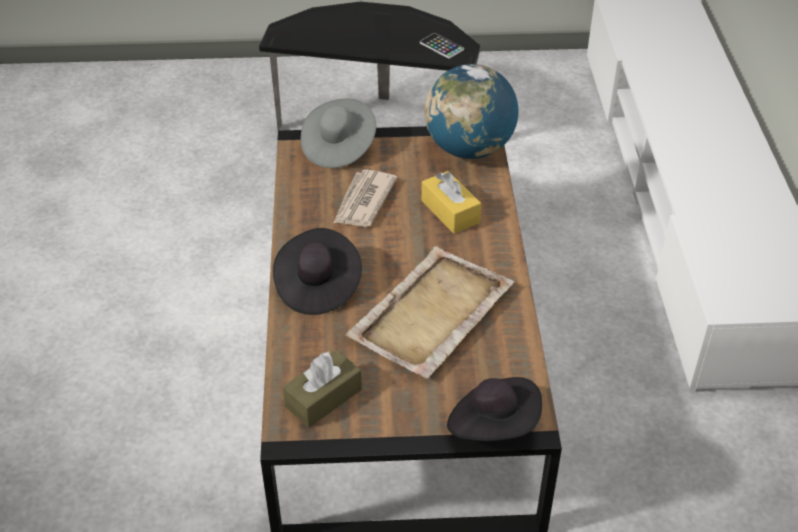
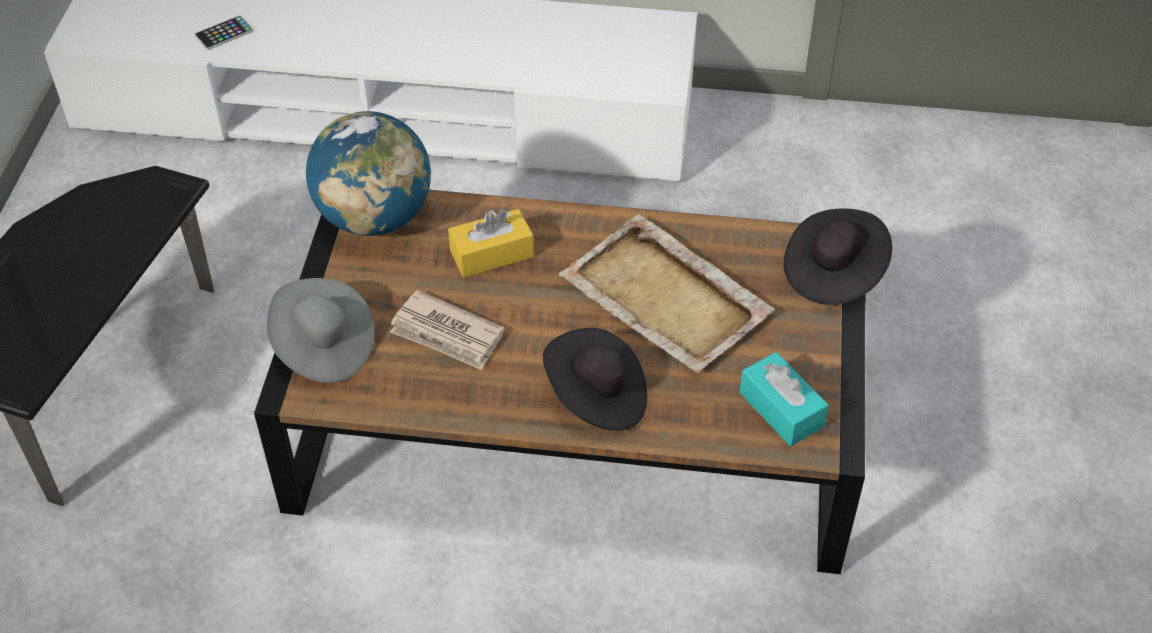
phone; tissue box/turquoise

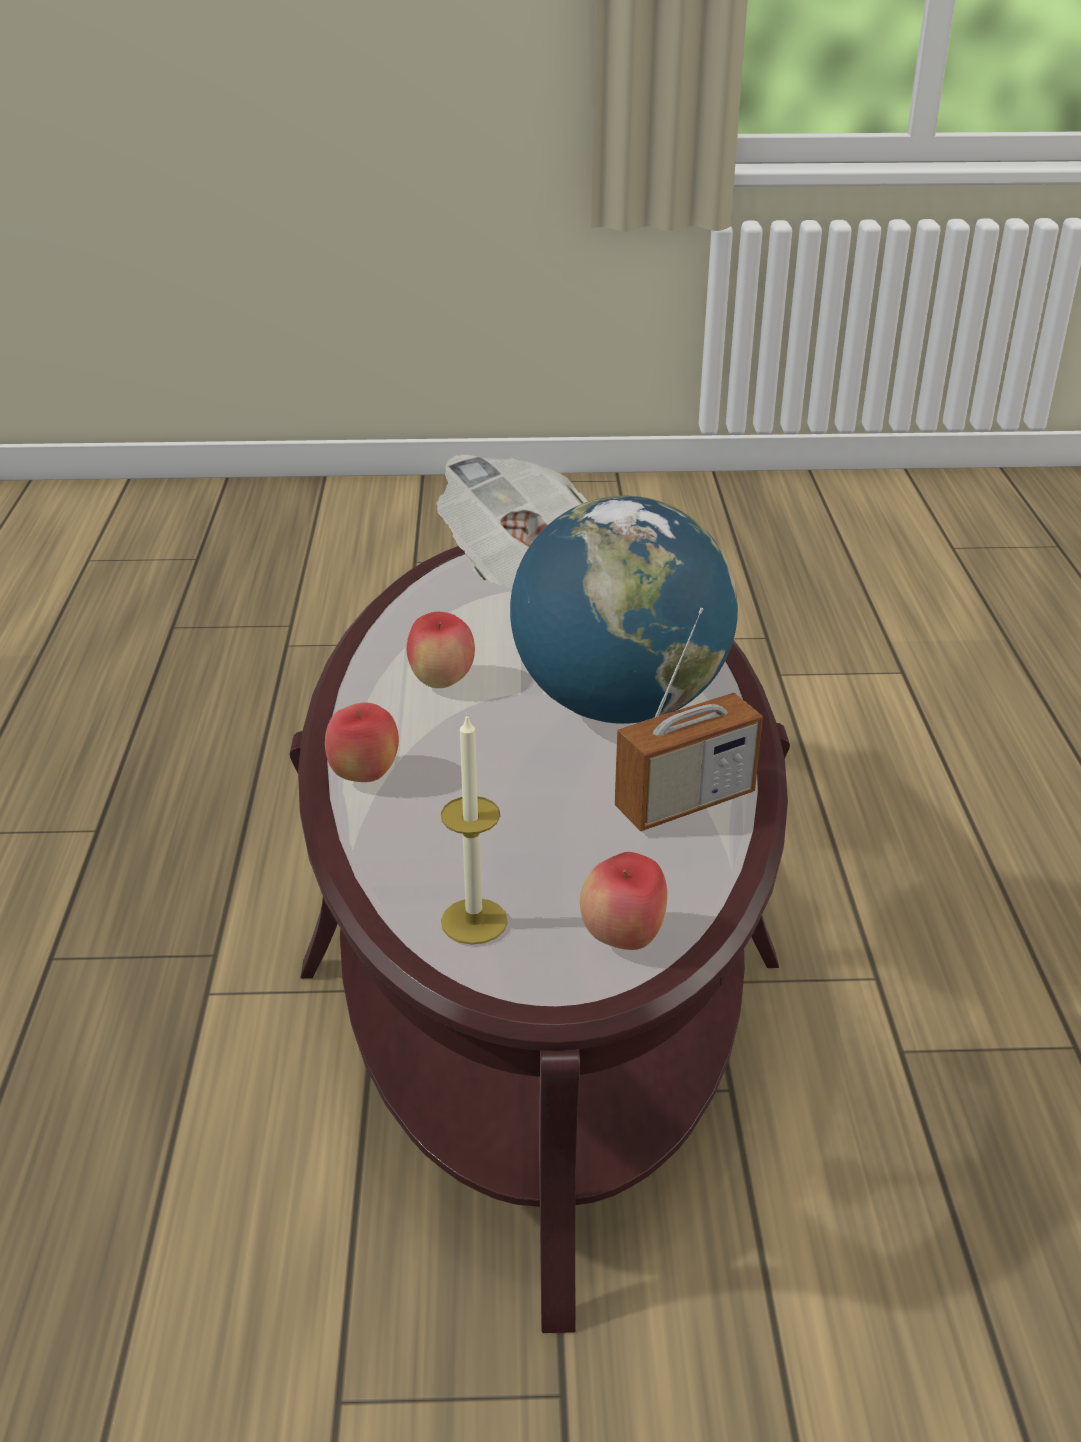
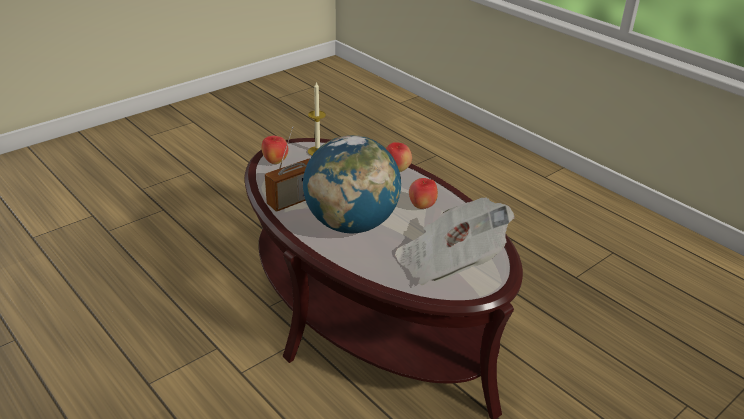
radio

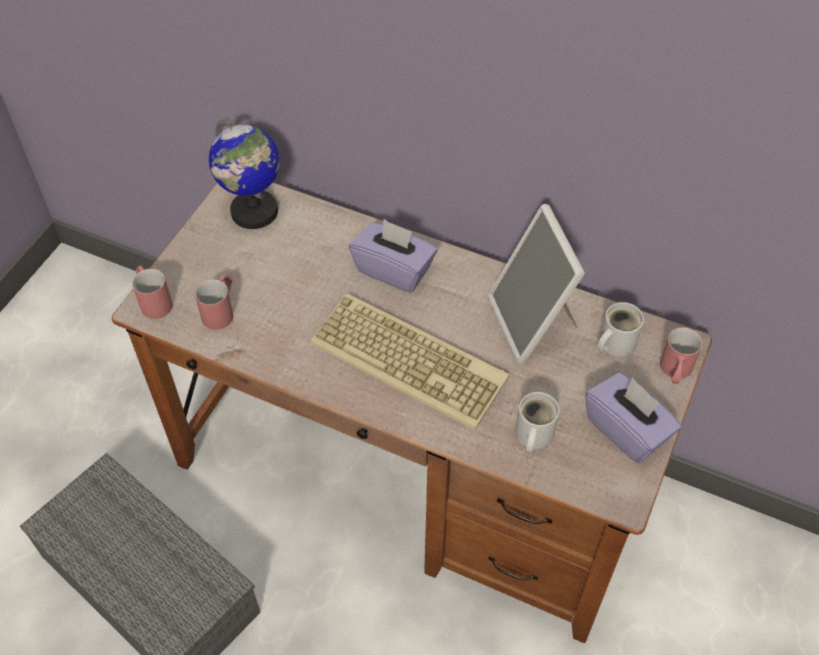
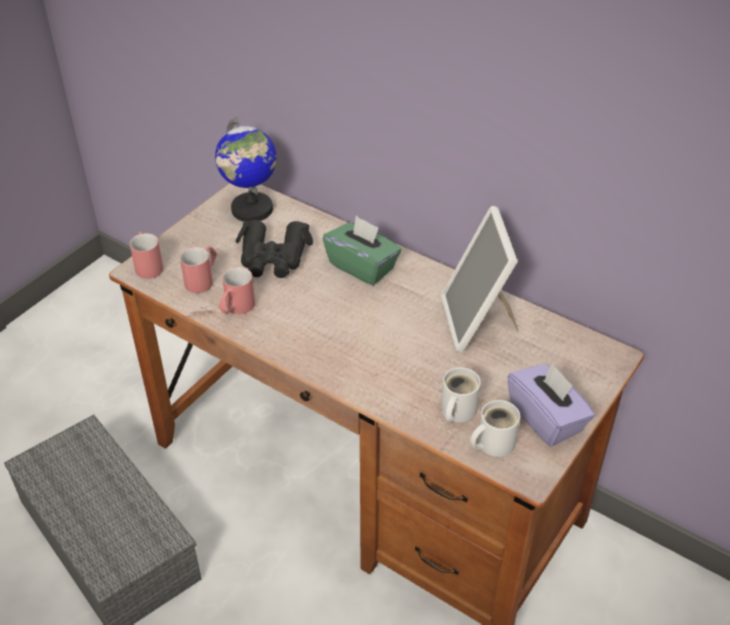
tissue box/green; keyboard; mug/white (2nd from left); mug/red (3rd from left); binoculars/black

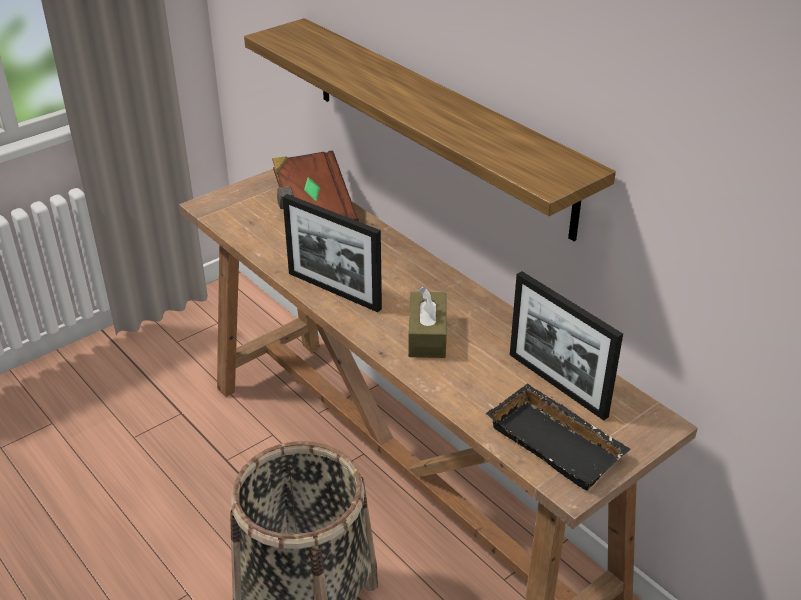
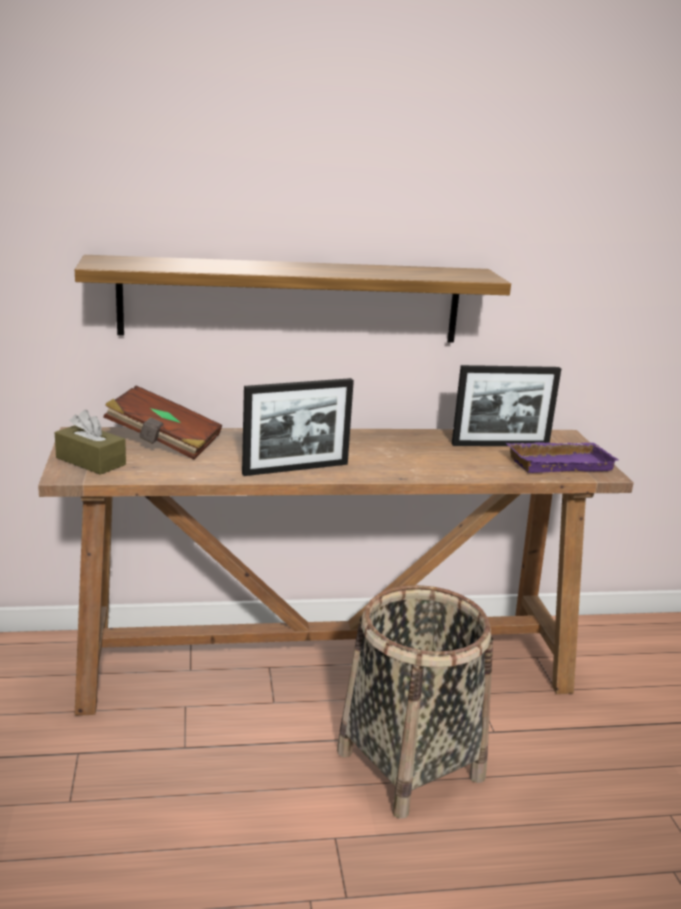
tissue box/brown; tray/purple

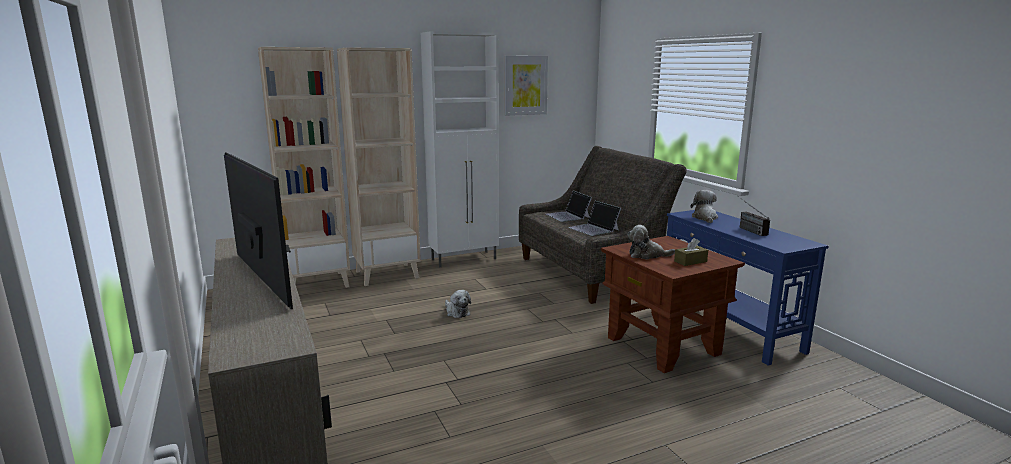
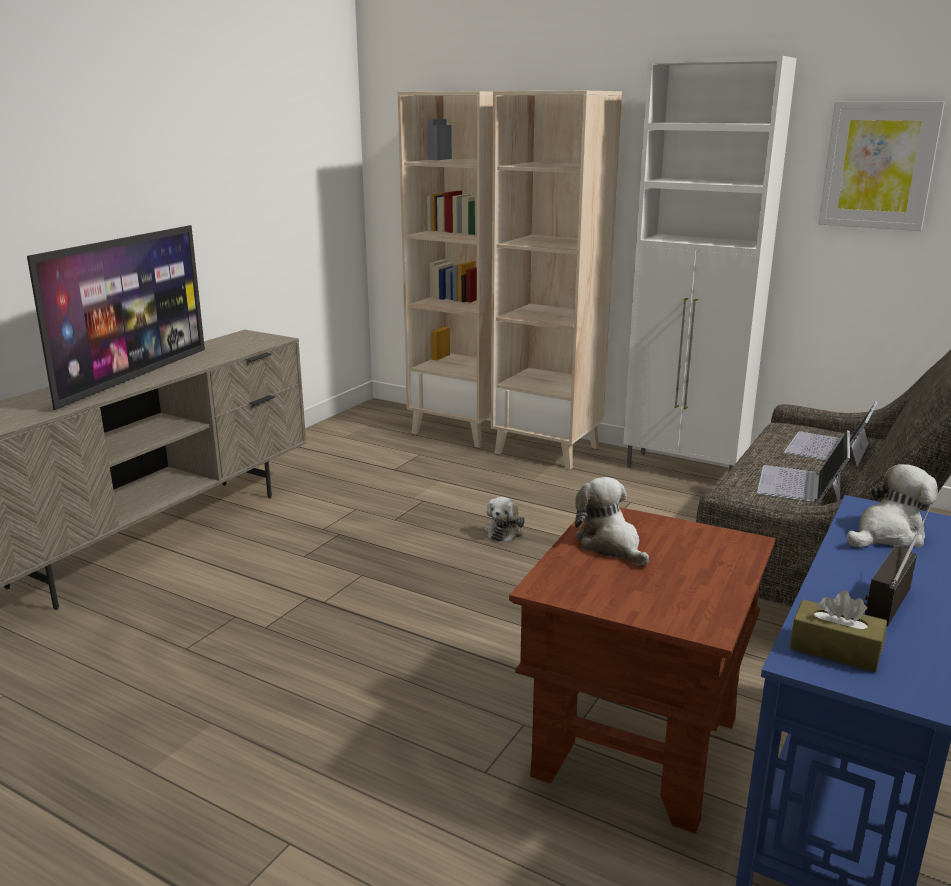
tissue box/brown

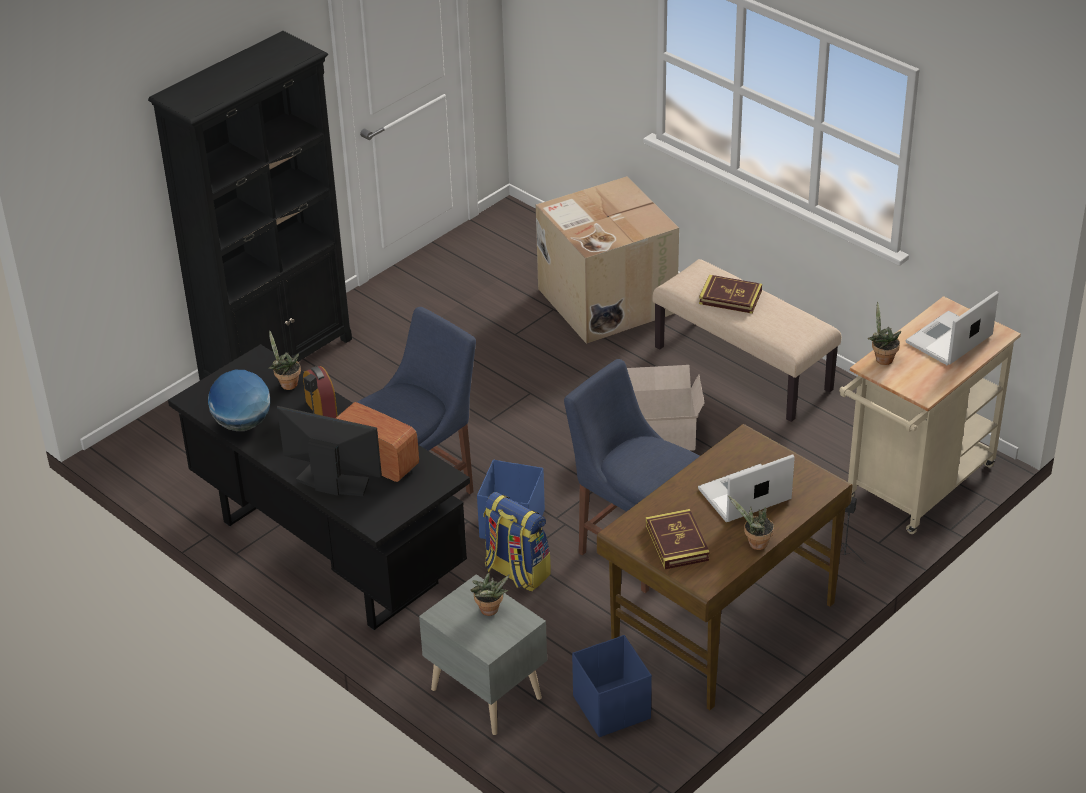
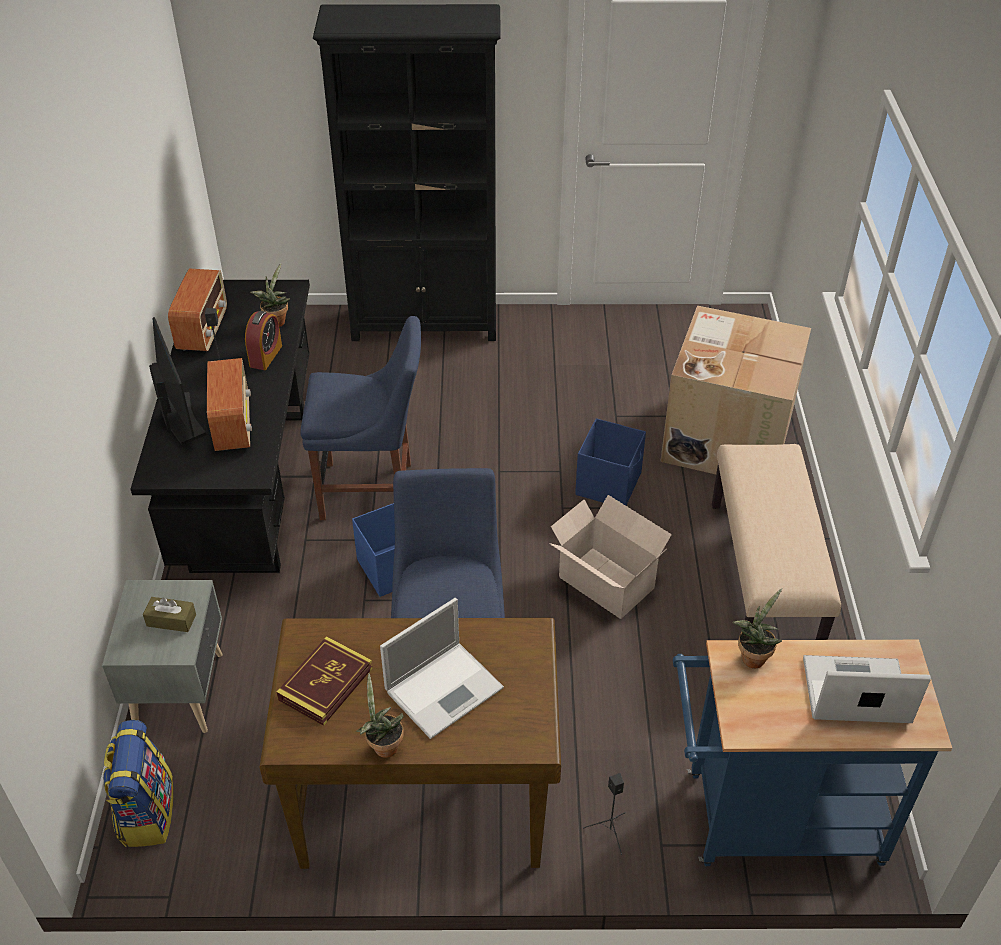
book (2nd from left in the first image); cart/blue; radio (1st from left); laptop (1st from left); backpack; tissue box/brown; storage box/blue (2nd from left)

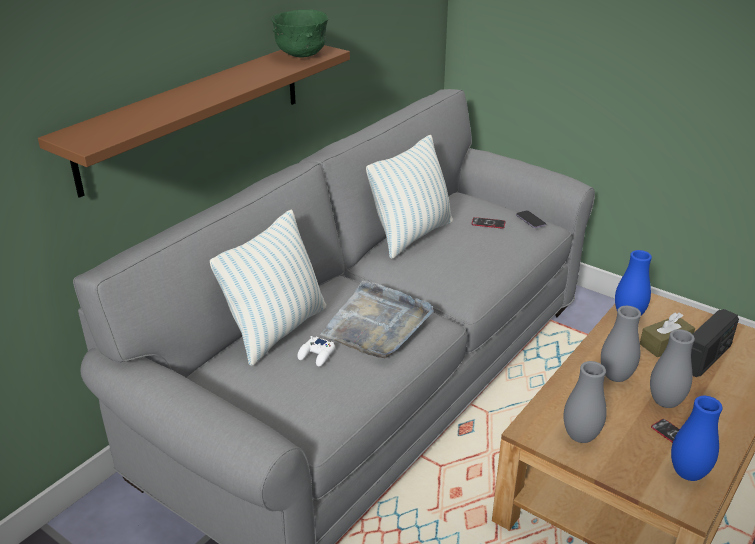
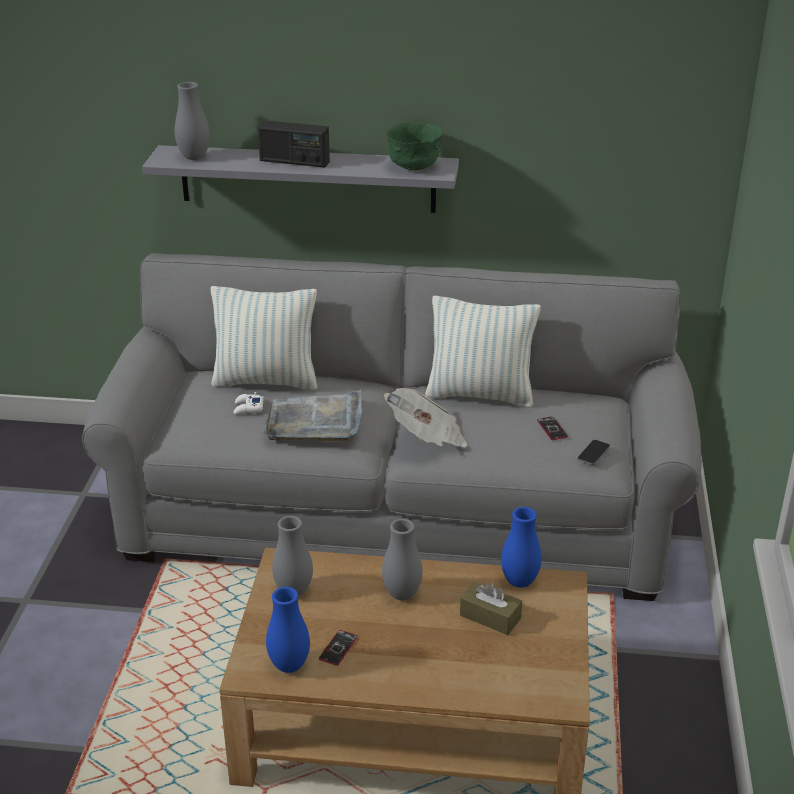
shelf/grey; radio; vase/grey (1st from left); newspaper

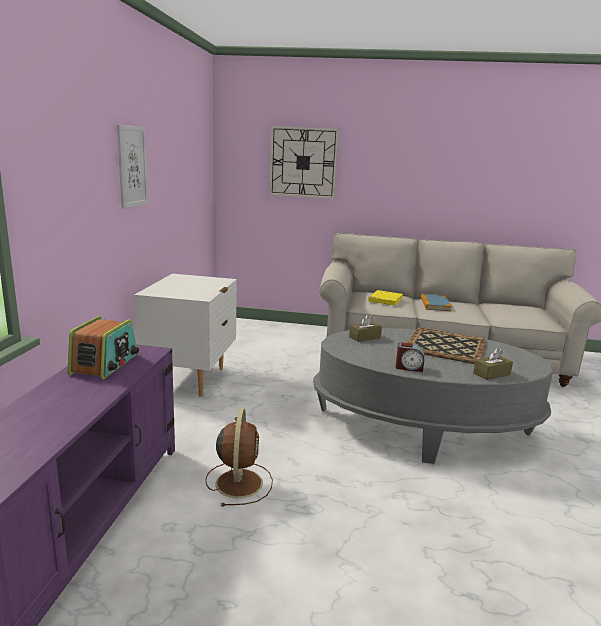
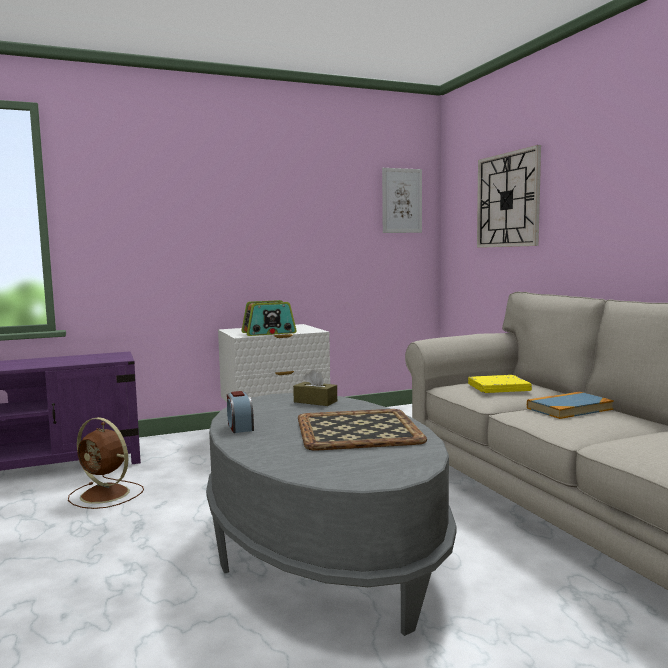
picture; radio; tissue box/brown (2nd from left in the first image); fan/brown

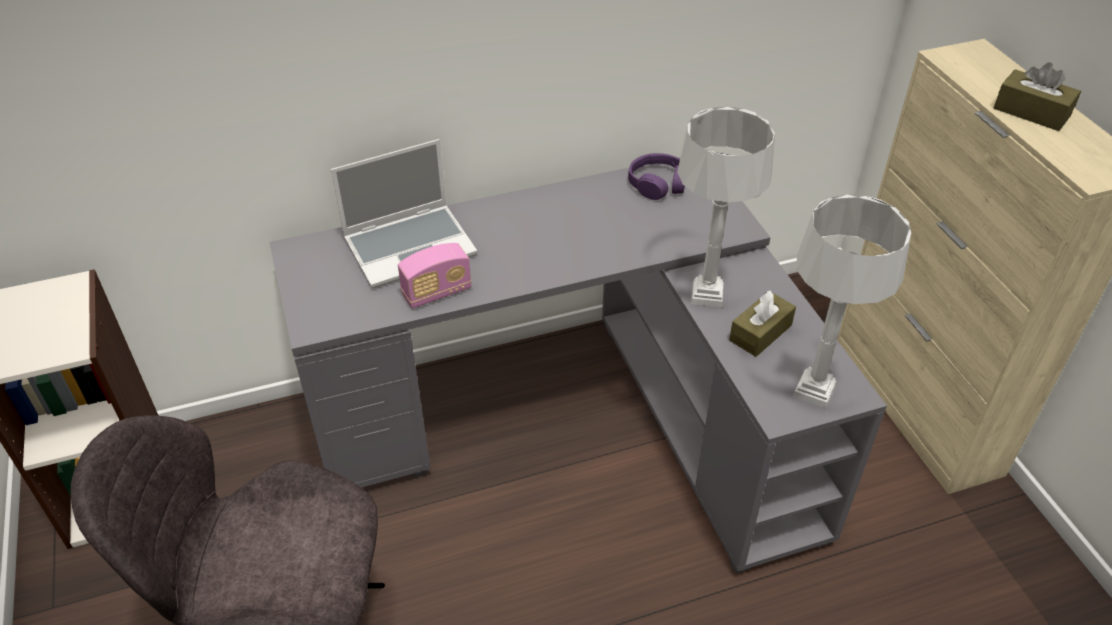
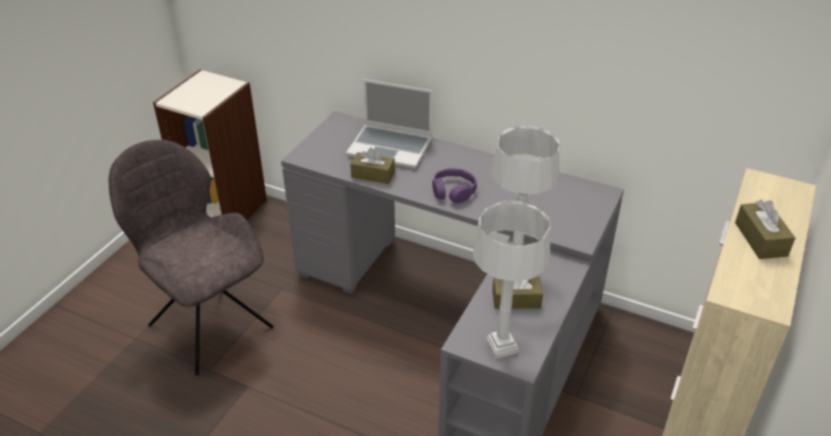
headphones/purple; tissue box/brown (1st from left)

